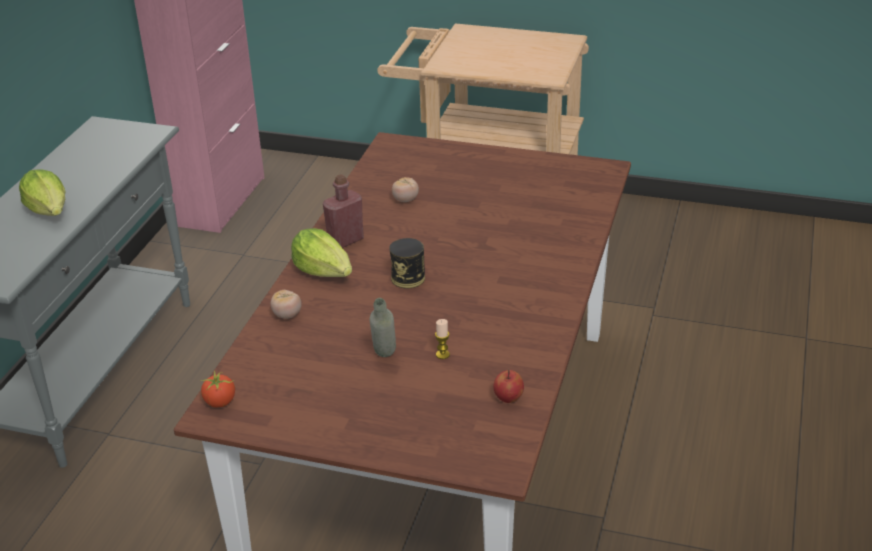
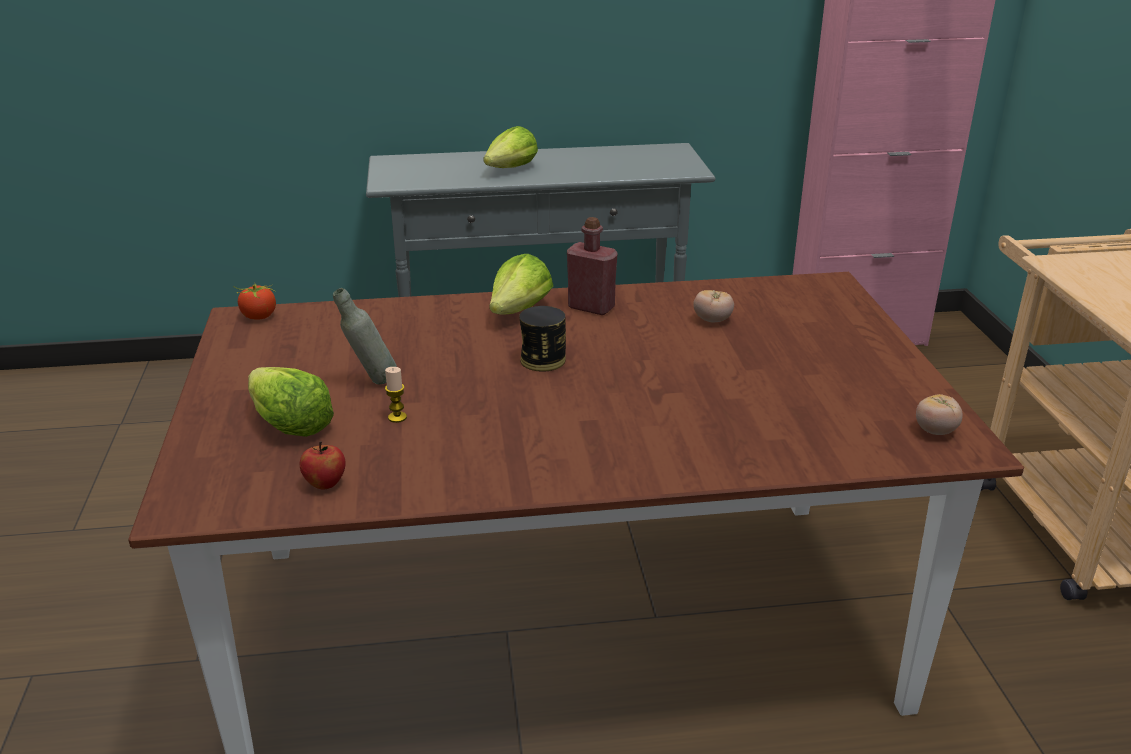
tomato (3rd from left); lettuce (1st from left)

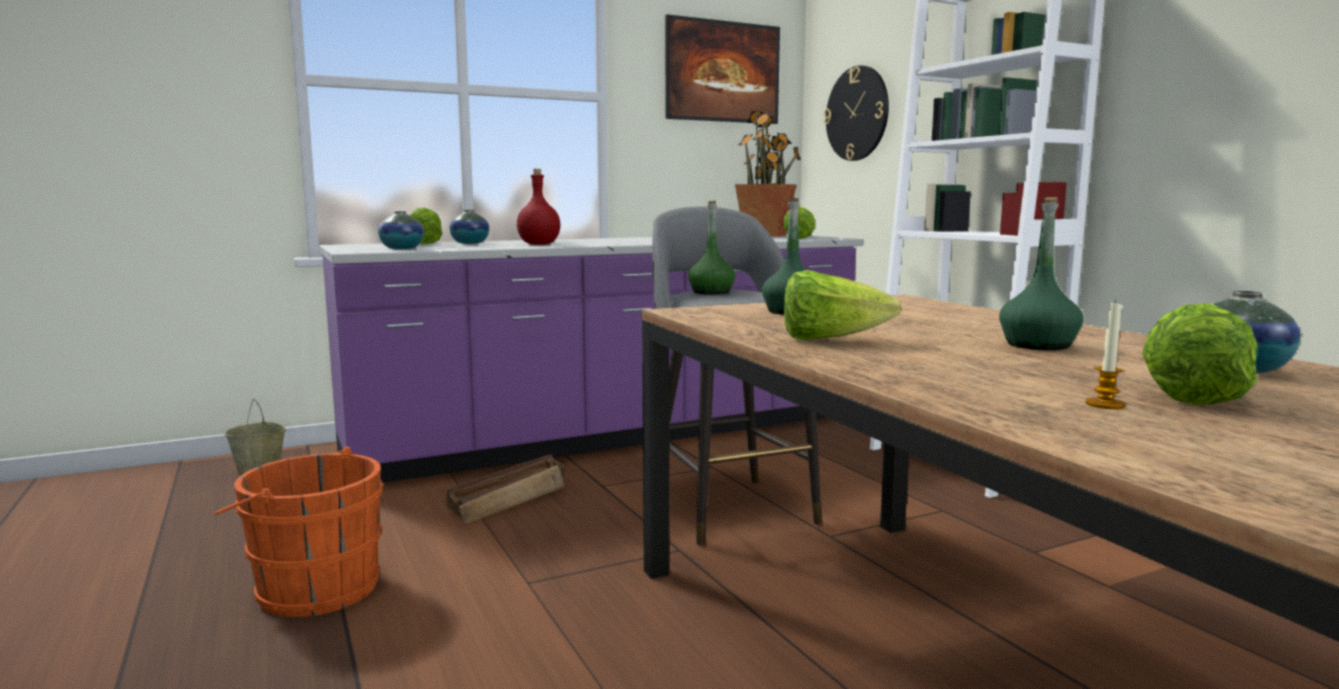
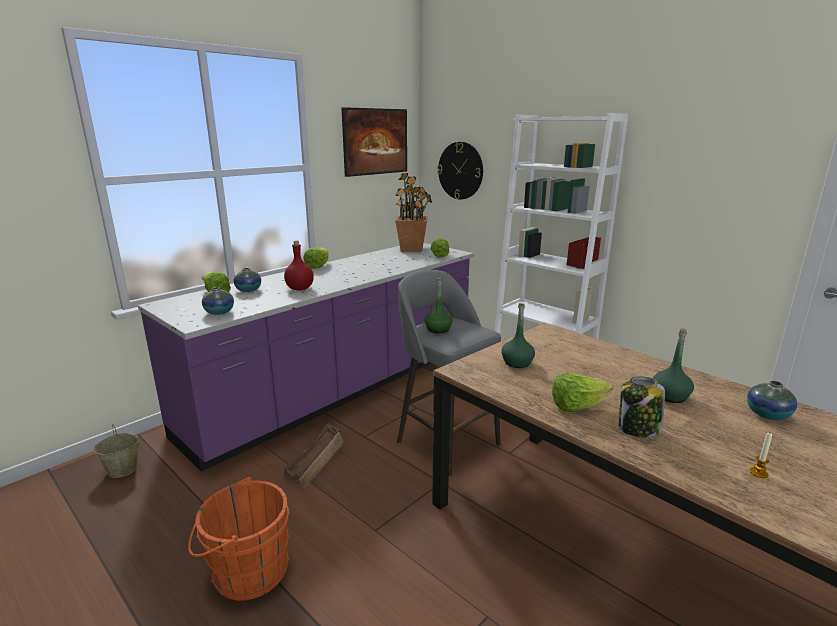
lettuce (2nd from left); jar

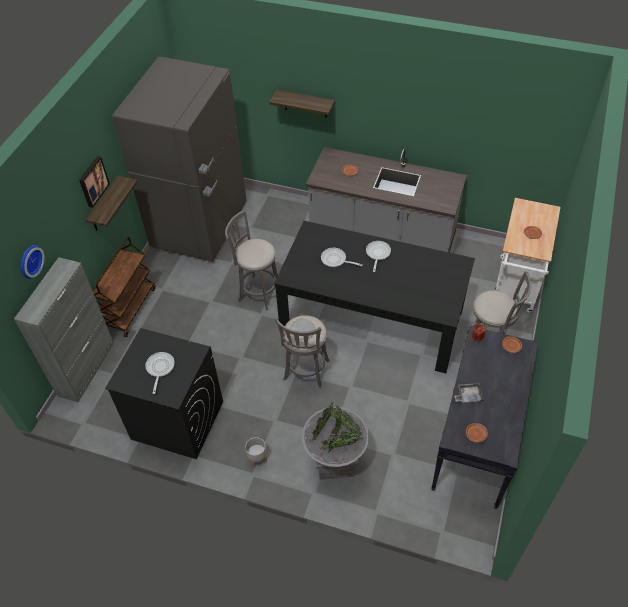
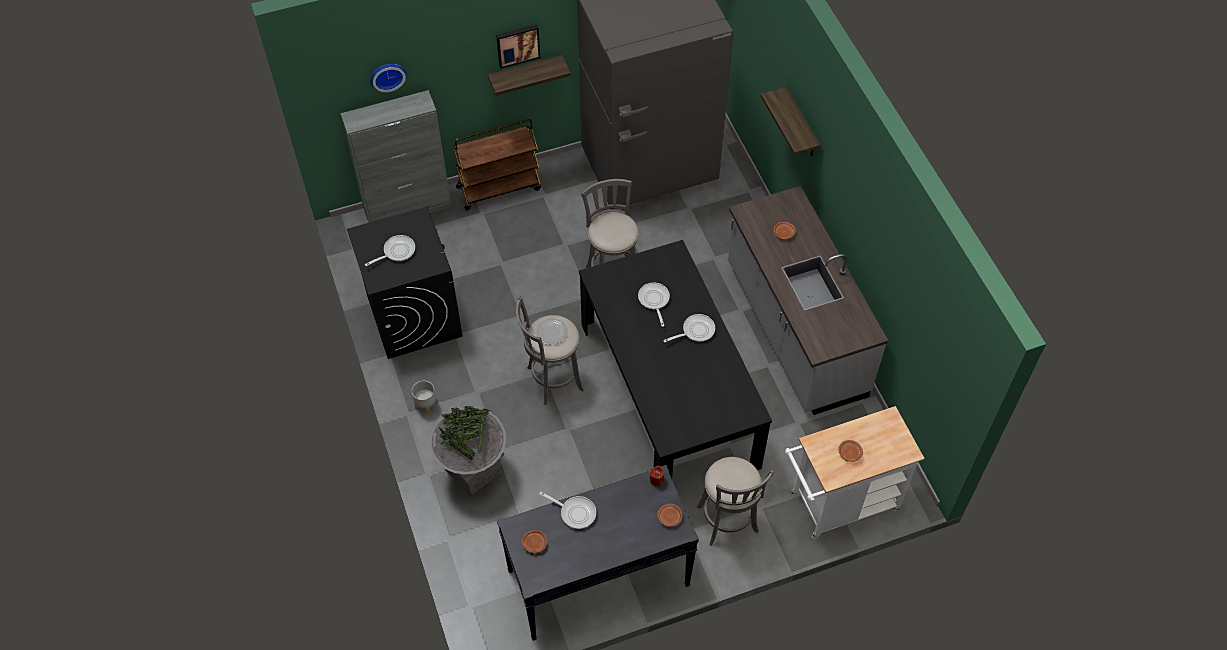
frying pan (2nd from left)

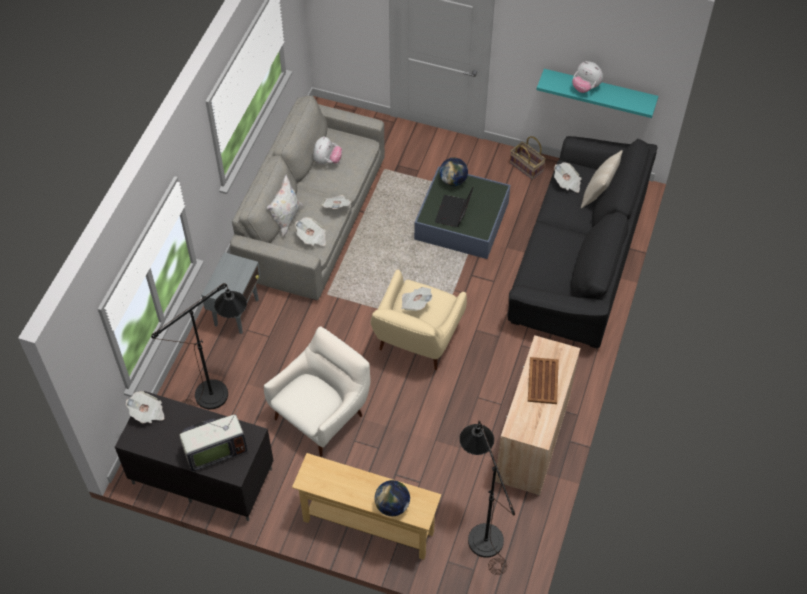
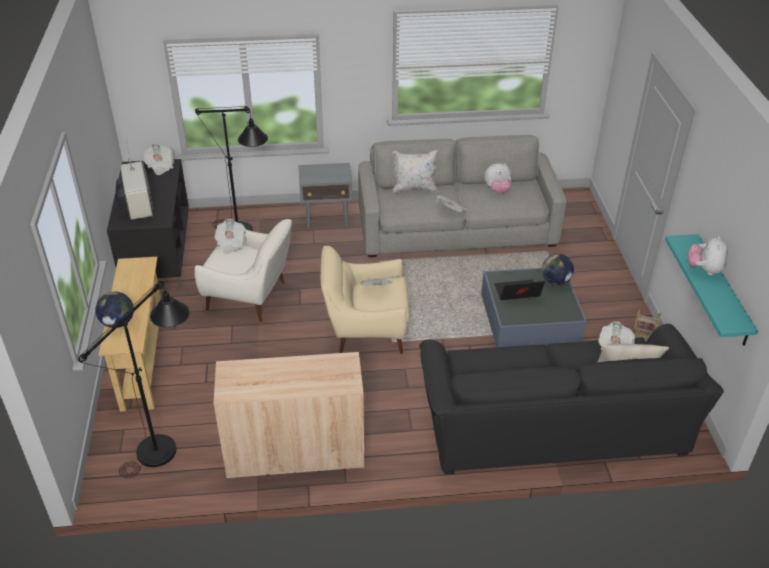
newspaper (2nd from left); tray/brown; television

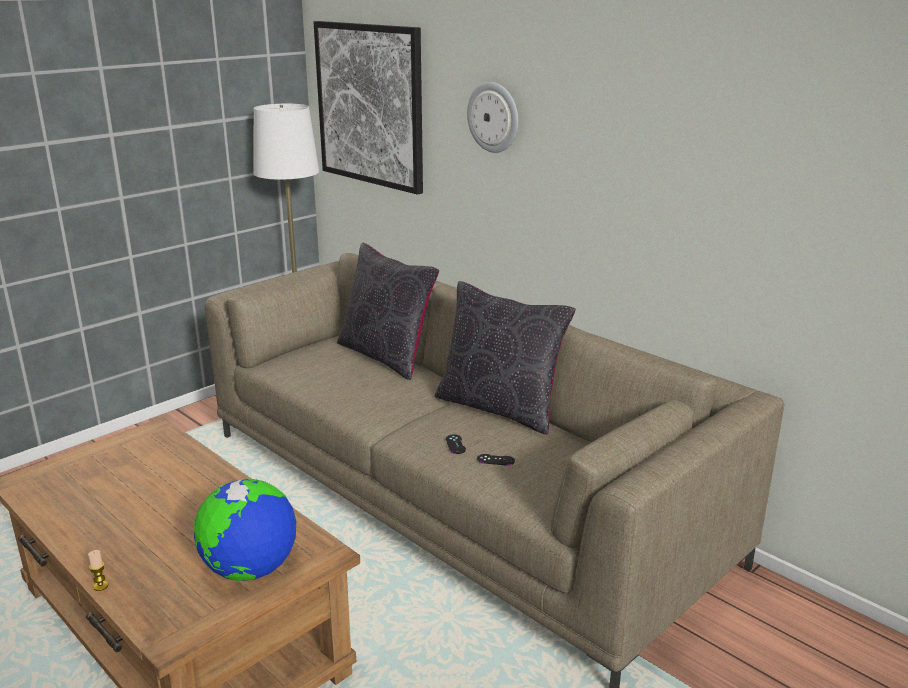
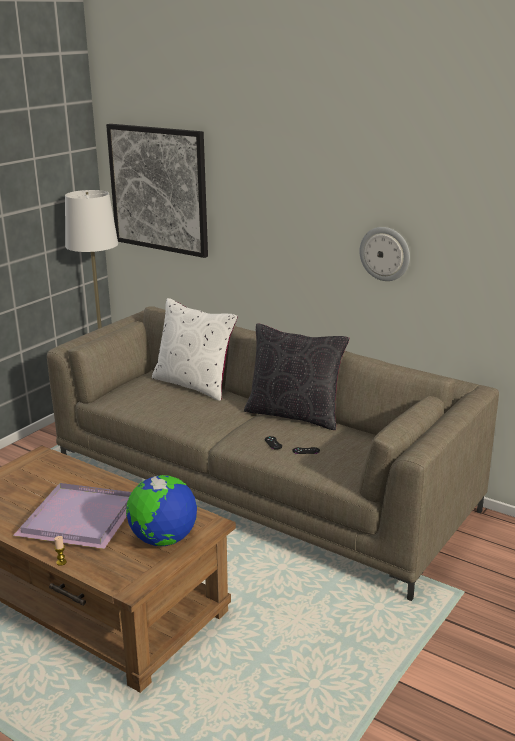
wall clock; pillow/white; tray/purple

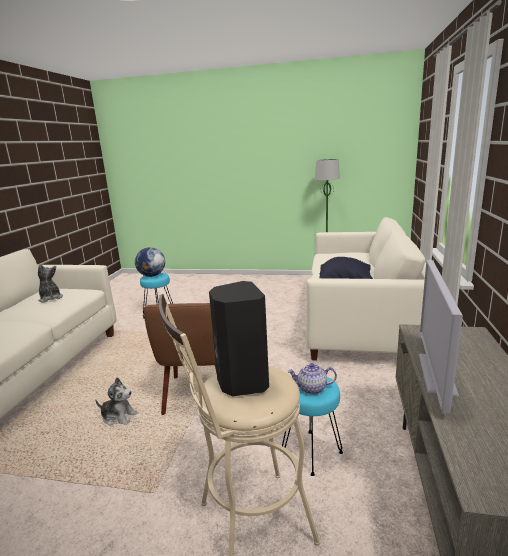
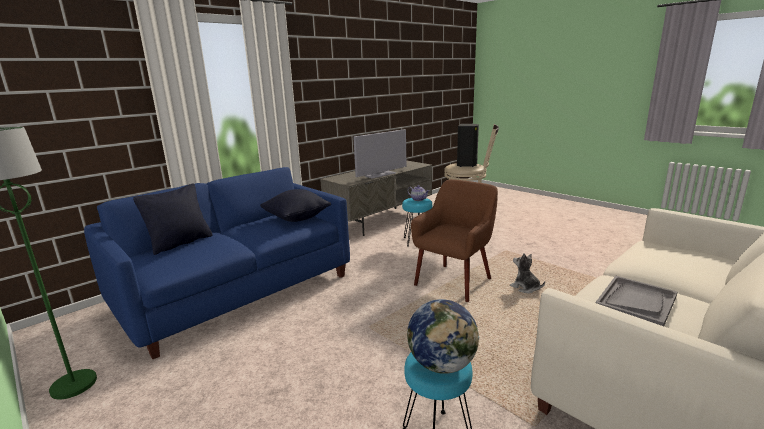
sofa/blue; tray/grey; pillow/black (1st from left)

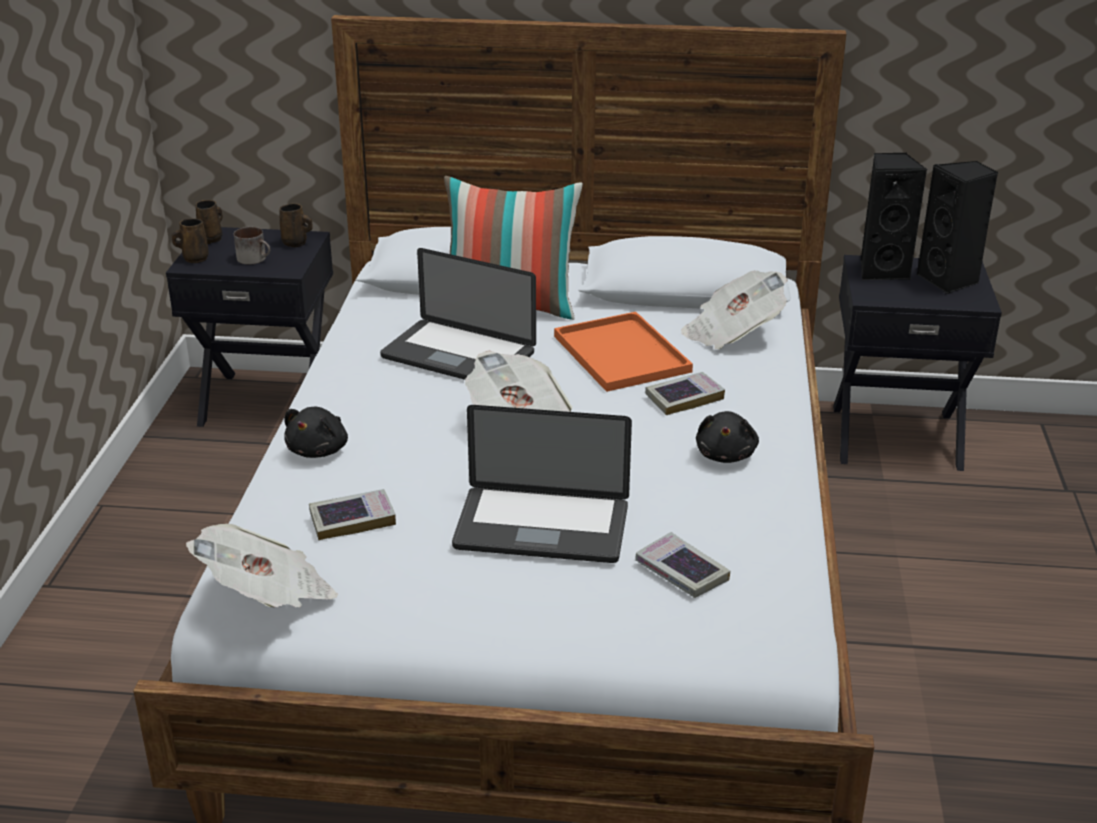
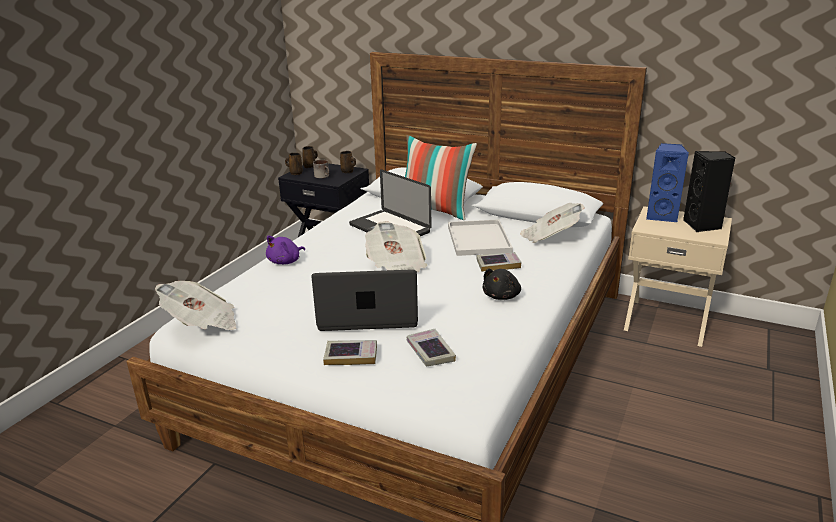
speaker/blue; nightstand/beige; tray/white; laptop (1st from left); plush toy/purple; book (1st from left)

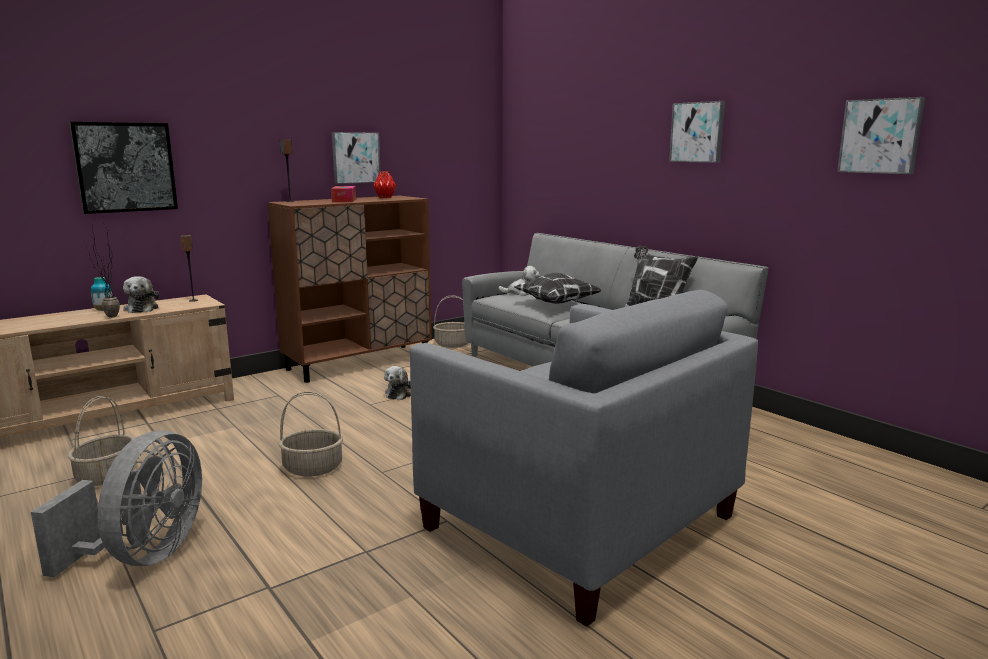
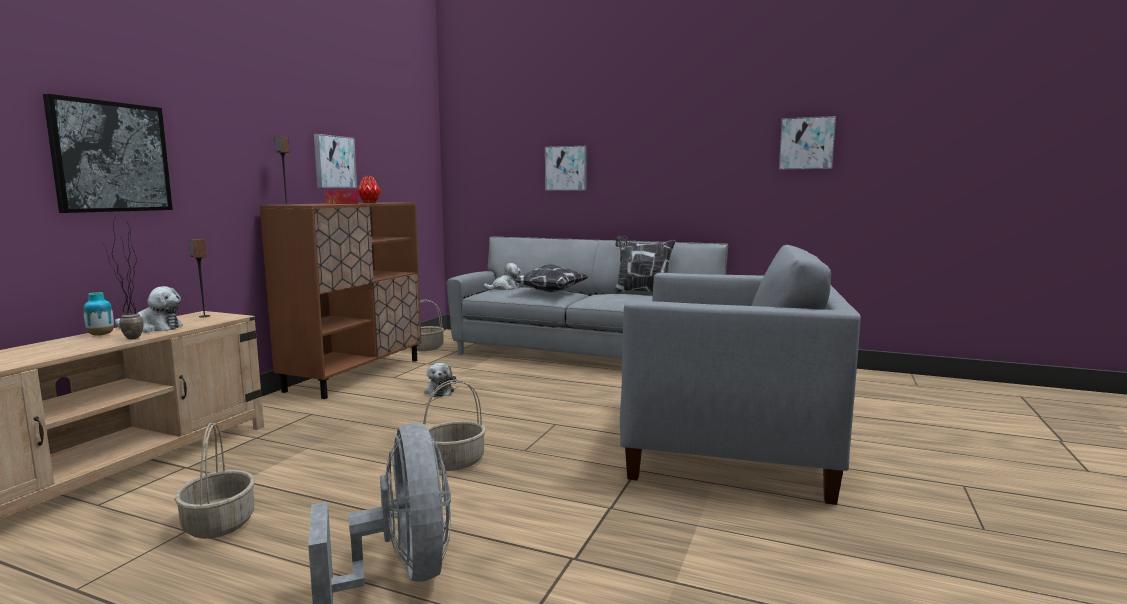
picture (3rd from left); plush toy (1st from left)

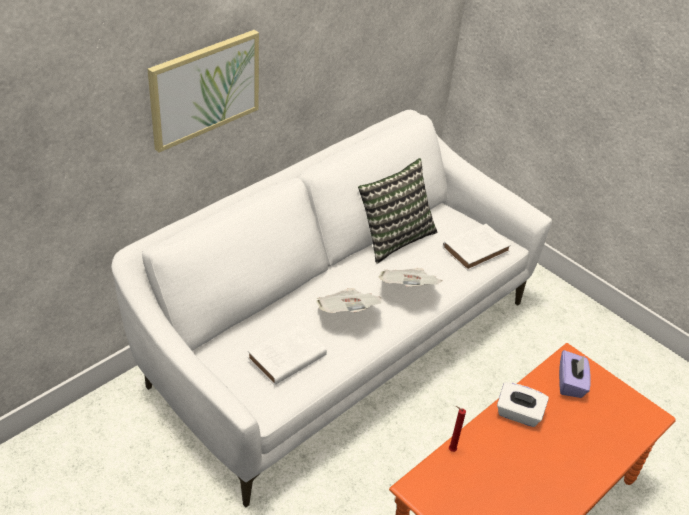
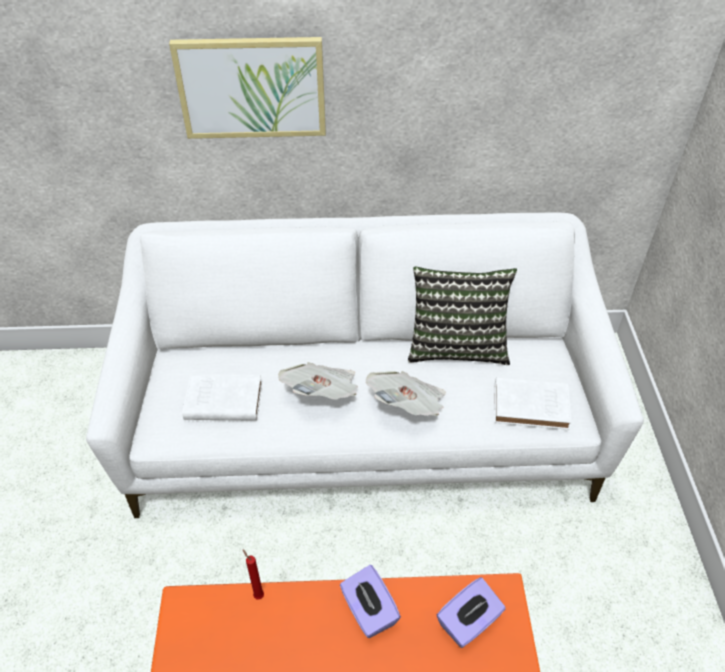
tissue box/purple (1st from left)

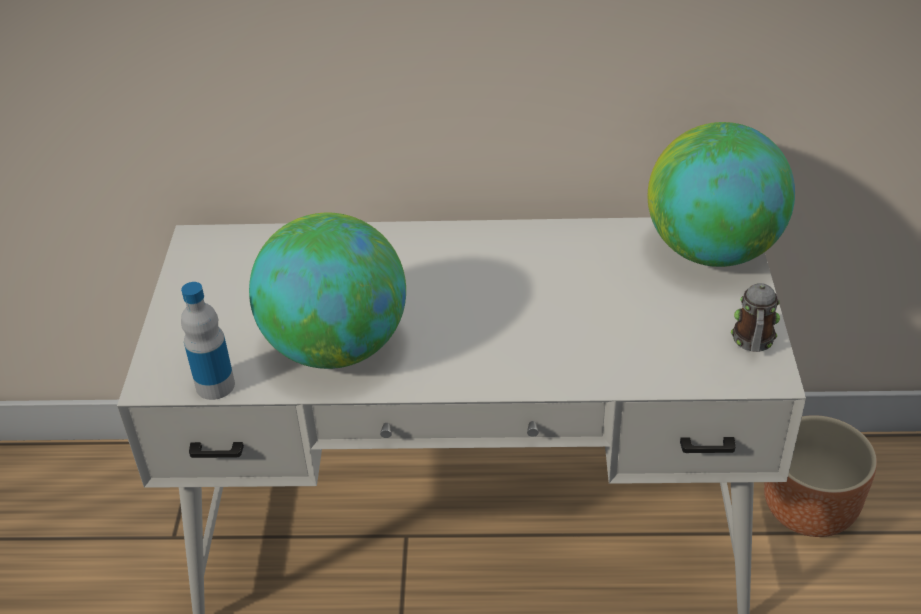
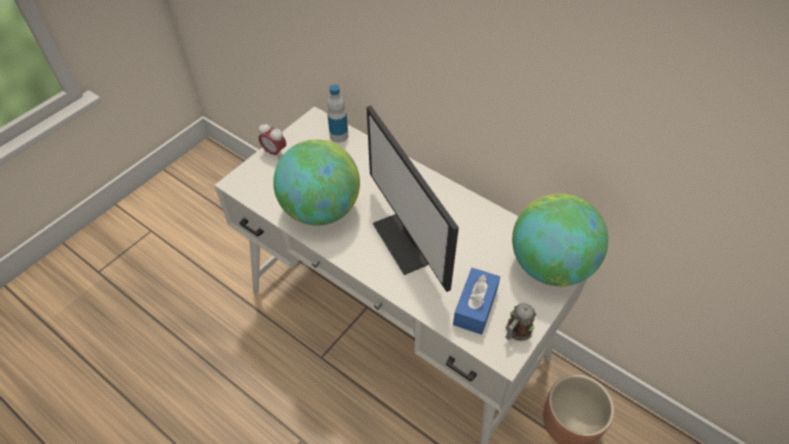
bottle; monitor; alarm clock; tissue box/blue

